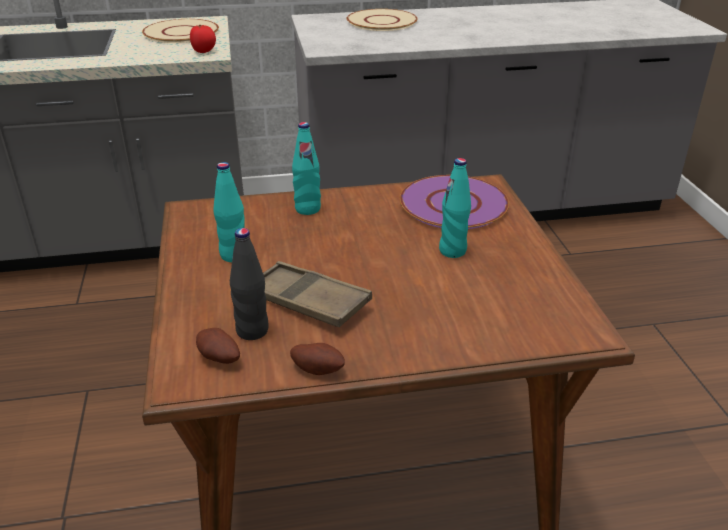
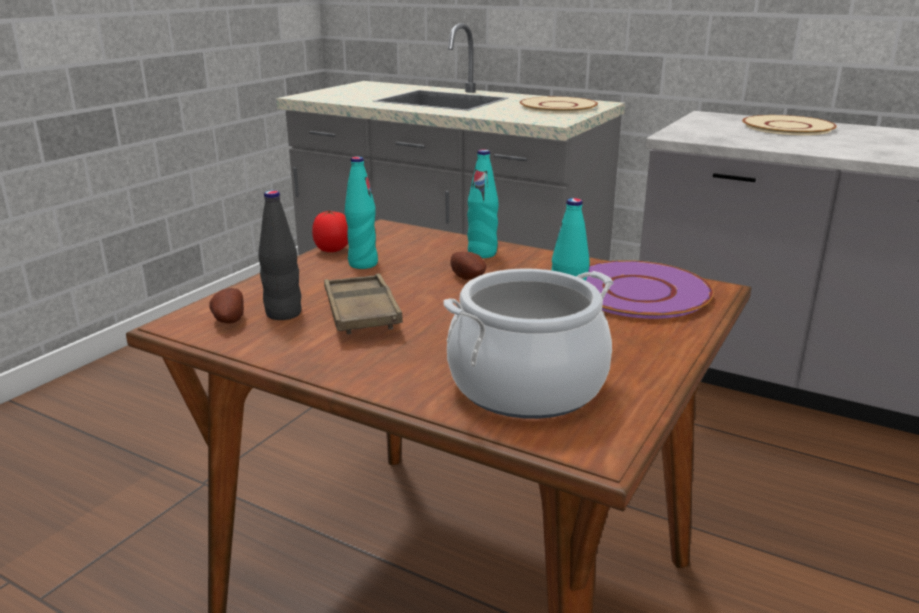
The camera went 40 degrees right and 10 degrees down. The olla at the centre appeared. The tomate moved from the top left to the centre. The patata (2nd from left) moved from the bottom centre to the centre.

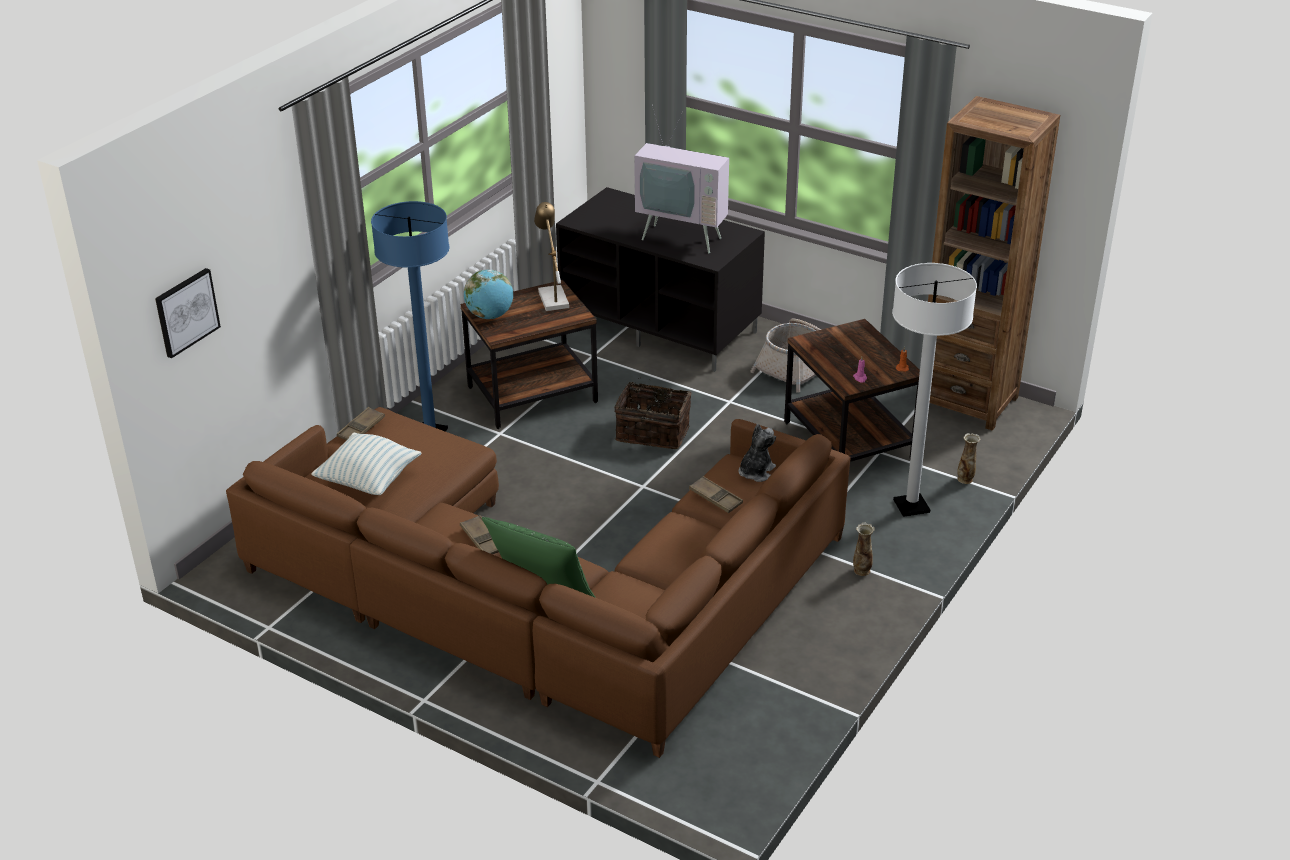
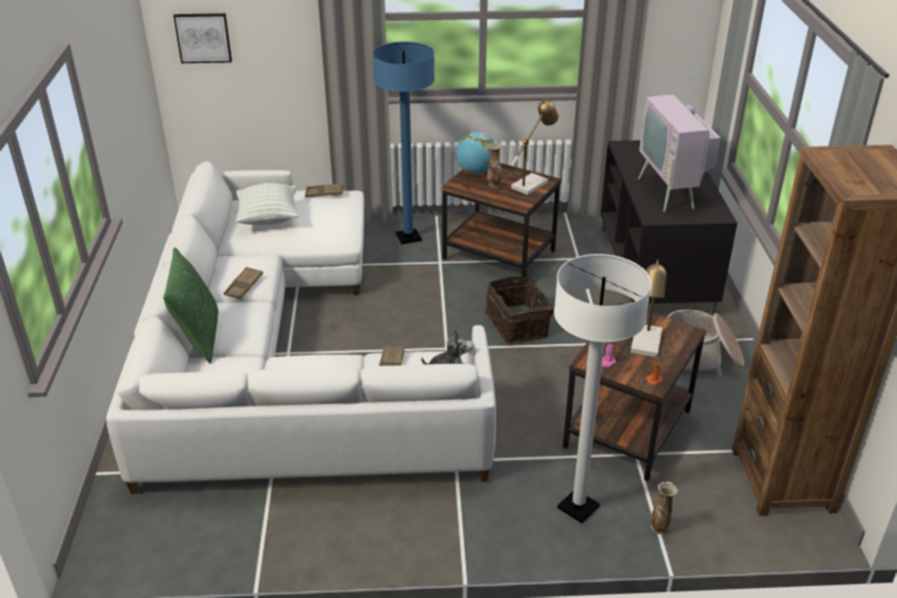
The camera went 55 degrees right and 0 degrees up. The lámpara de mesa (2nd from left) at the middle right appeared. The florero (1st from left) moved from the middle right to the top centre. The sofá/marrón at the bottom centre became the sofá/blanco at the centre.

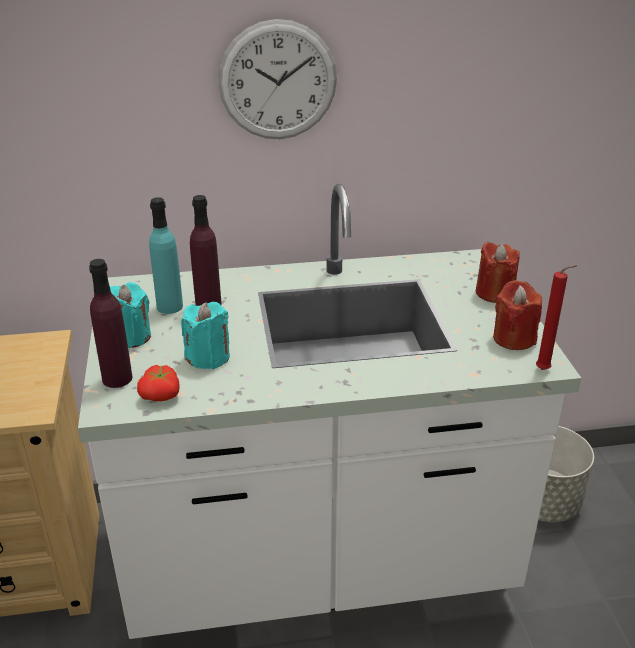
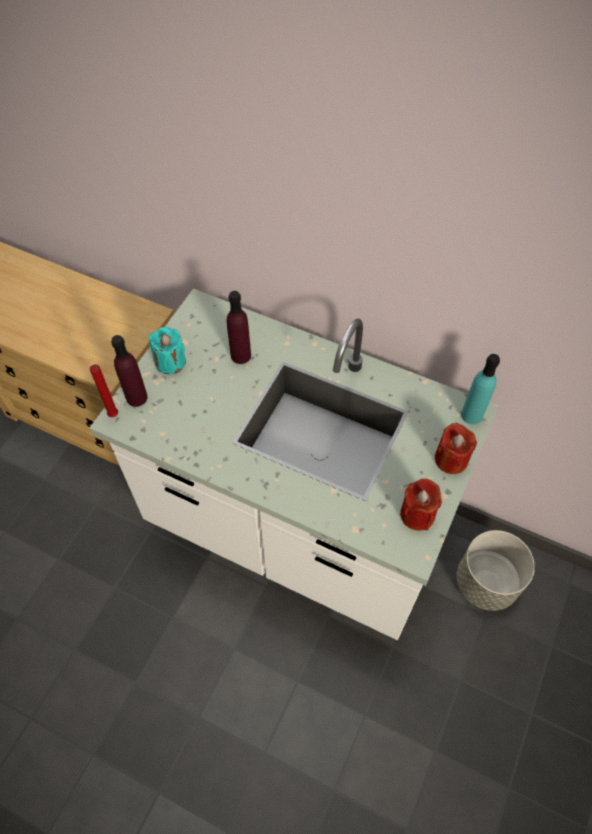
The camera went 35 degrees right and 25 degrees up. The tomate at the middle left disappeared. The vela/turquesa (2nd from left) at the middle left disappeared. The reloj de pared at the top centre disappeared. The botella/turquesa moved from the middle left to the middle right. The vela/rojo (3rd from left in the first image) moved from the middle right to the middle left.

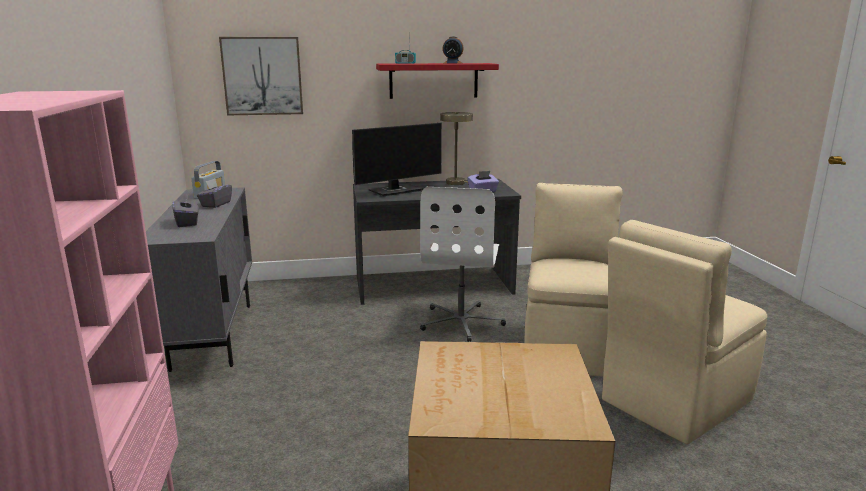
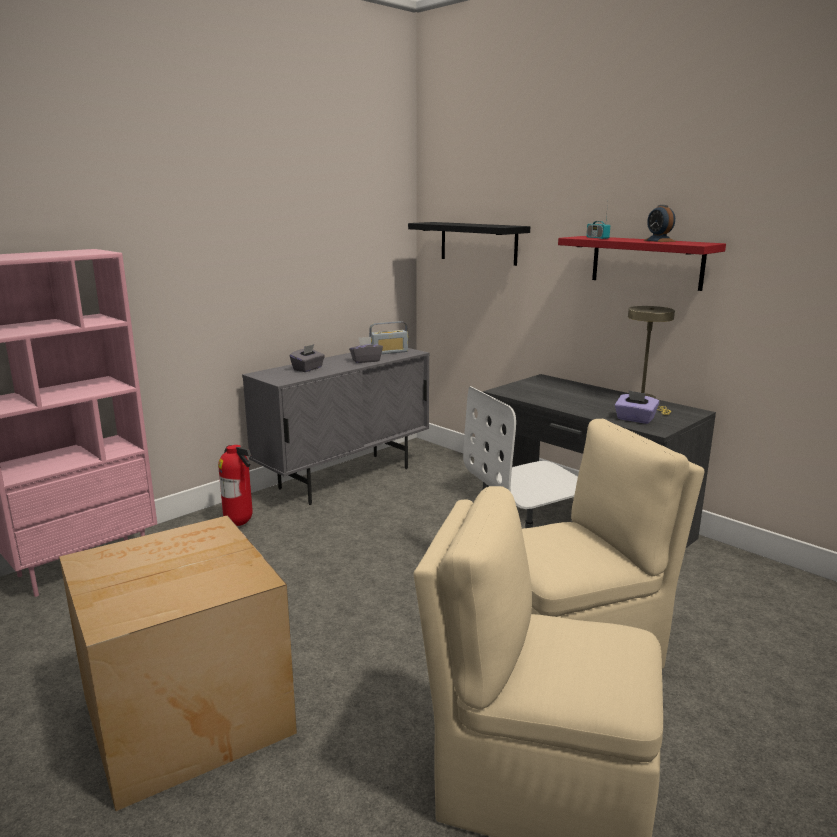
The camera went 55 degrees right and 0 degrees up. The monitor at the top centre disappeared. The extintor at the middle left appeared. The cuadro at the top left was replaced by the estante/negro at the top centre.

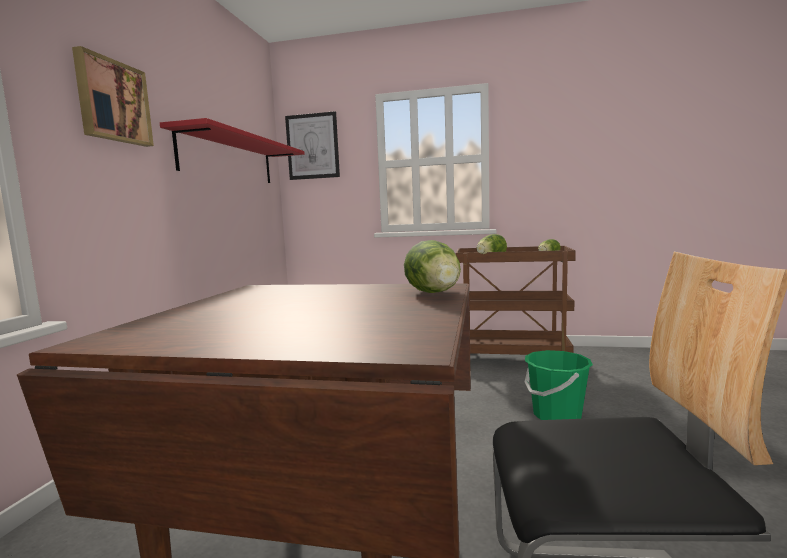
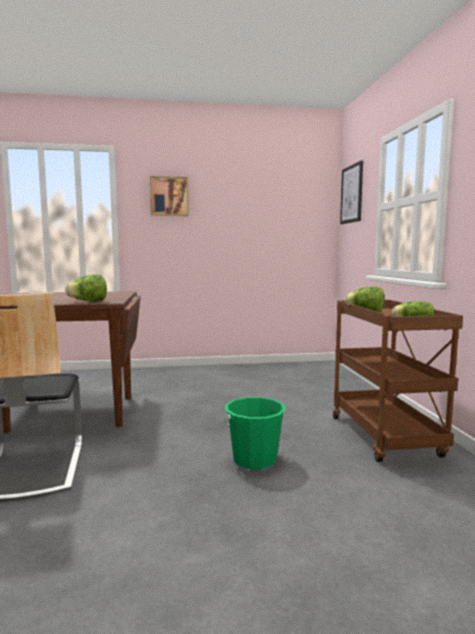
The camera went 70 degrees right and 0 degrees up. The estante/rojo at the top left disappeared.

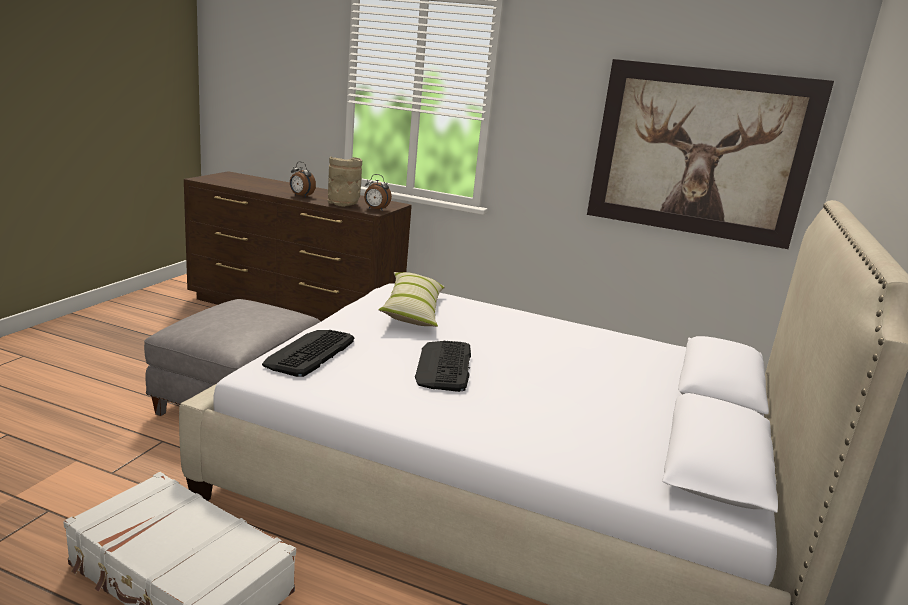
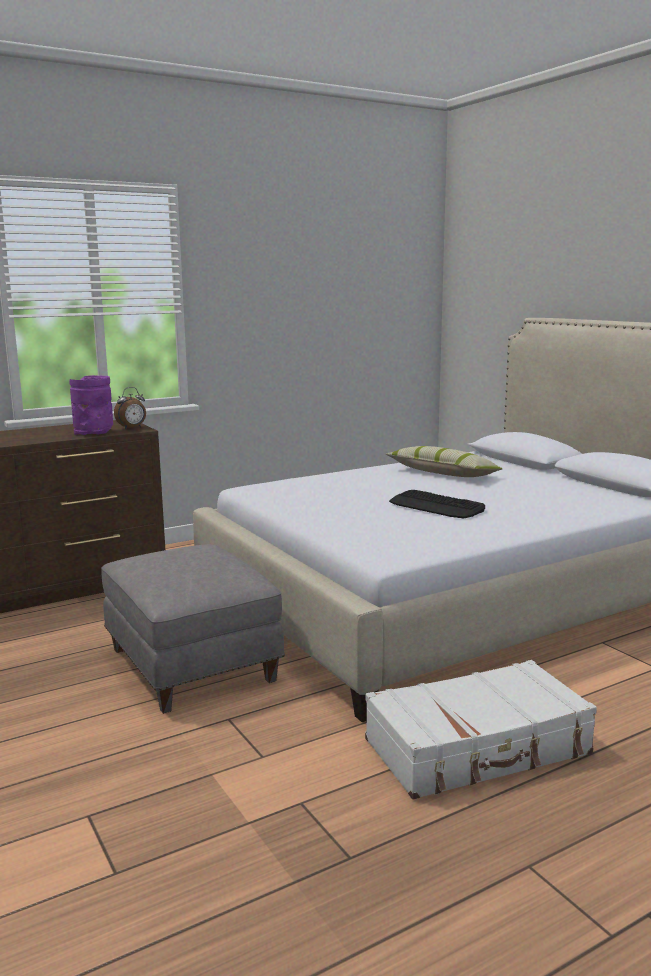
The camera went 50 degrees left and 5 degrees down. The teclado (1st from left) at the centre disappeared. The despertador (1st from left) at the top centre disappeared. The cuadro at the top right disappeared. The cojín moved from the centre to the middle right. The florero/beis at the top centre became the florero/morado at the middle left.

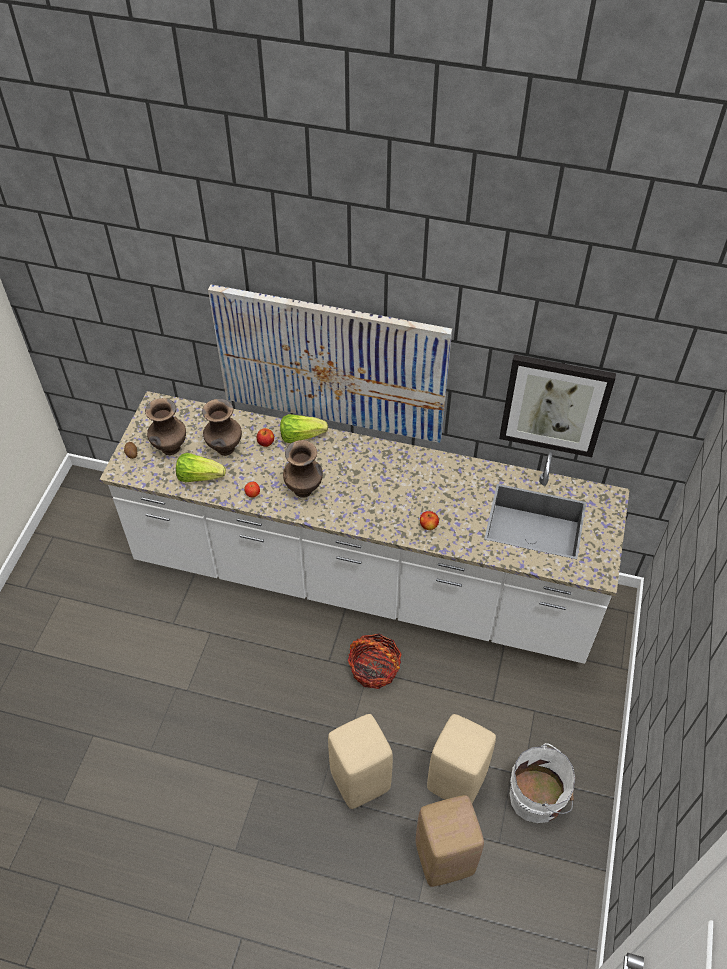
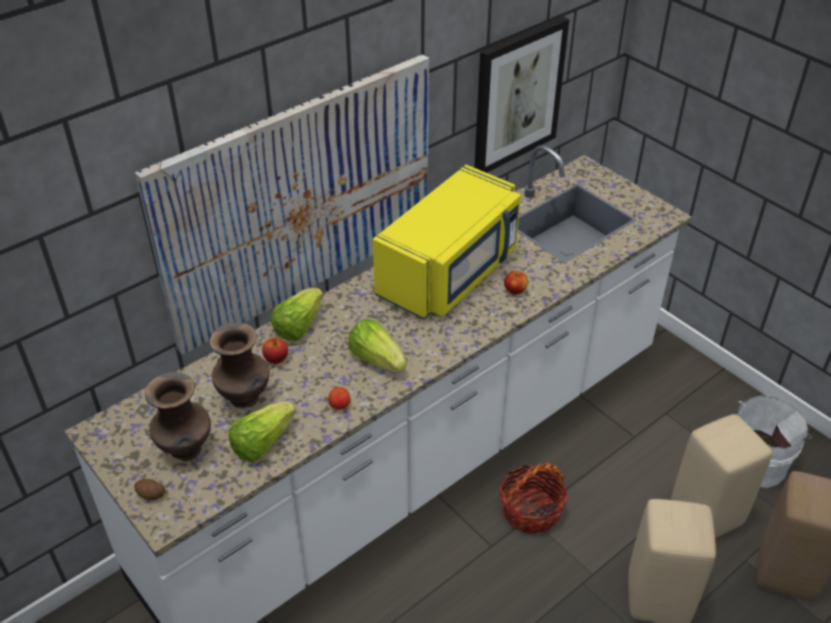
The camera went 55 degrees left and 10 degrees down. The microondas/amarillo at the centre appeared. The florero/marrón (3rd from left) at the centre was replaced by the lechuga (3rd from left) at the centre.

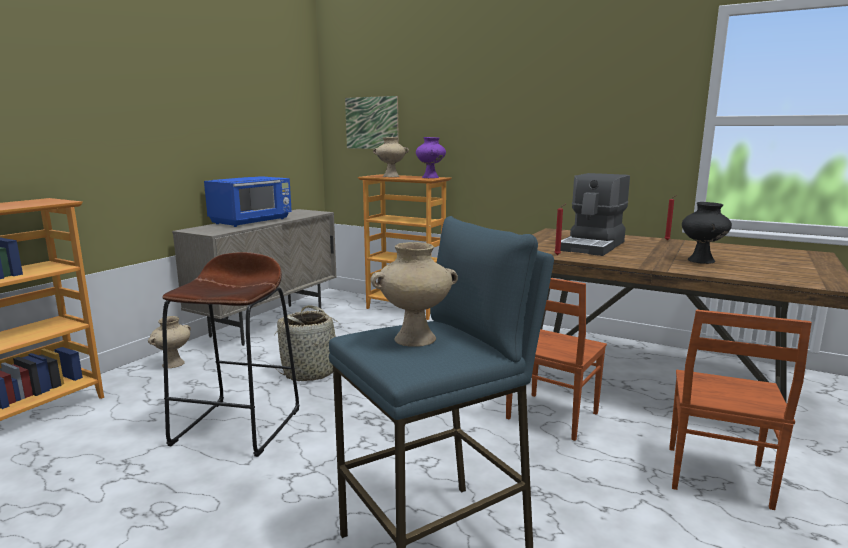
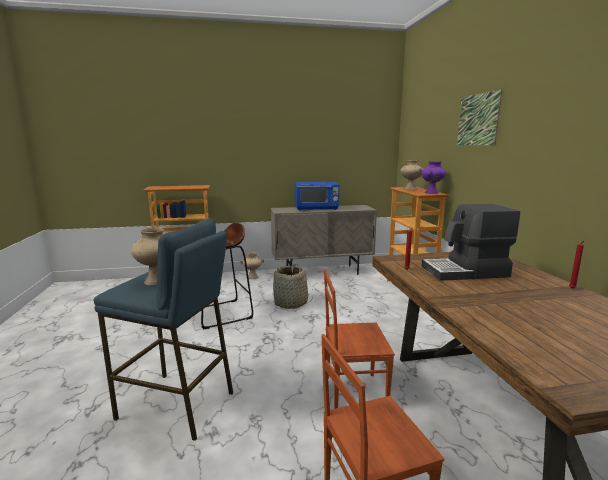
The camera went 50 degrees right and 0 degrees up. The florero/negro at the middle right disappeared. The cuadro moved from the top centre to the top right.

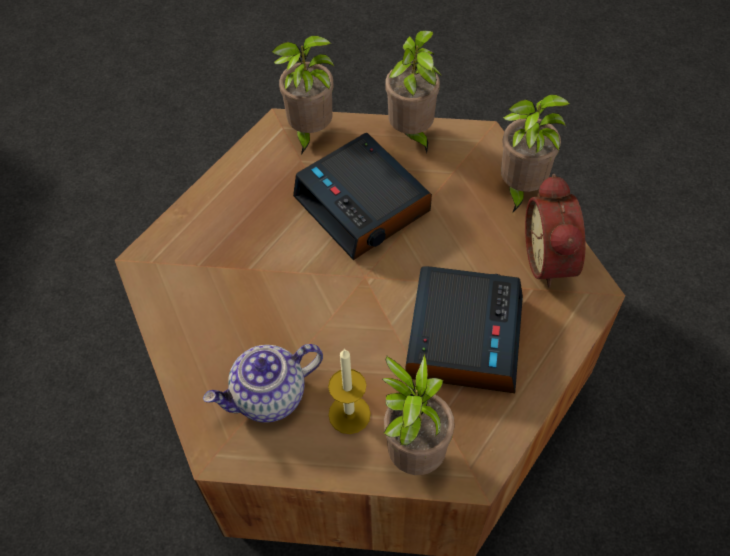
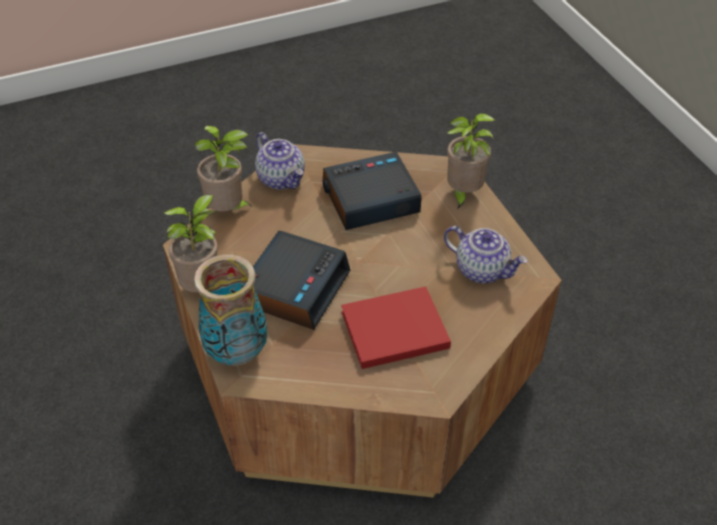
The camera went 120 degrees left and 10 degrees down. The vela at the bottom centre disappeared. The libro/rojo at the centre appeared. The planta en maceta (1st from left) at the top centre was replaced by the florero at the middle left. The despertador (3rd from left) at the middle right was replaced by the tetera (1st from left) at the top centre.

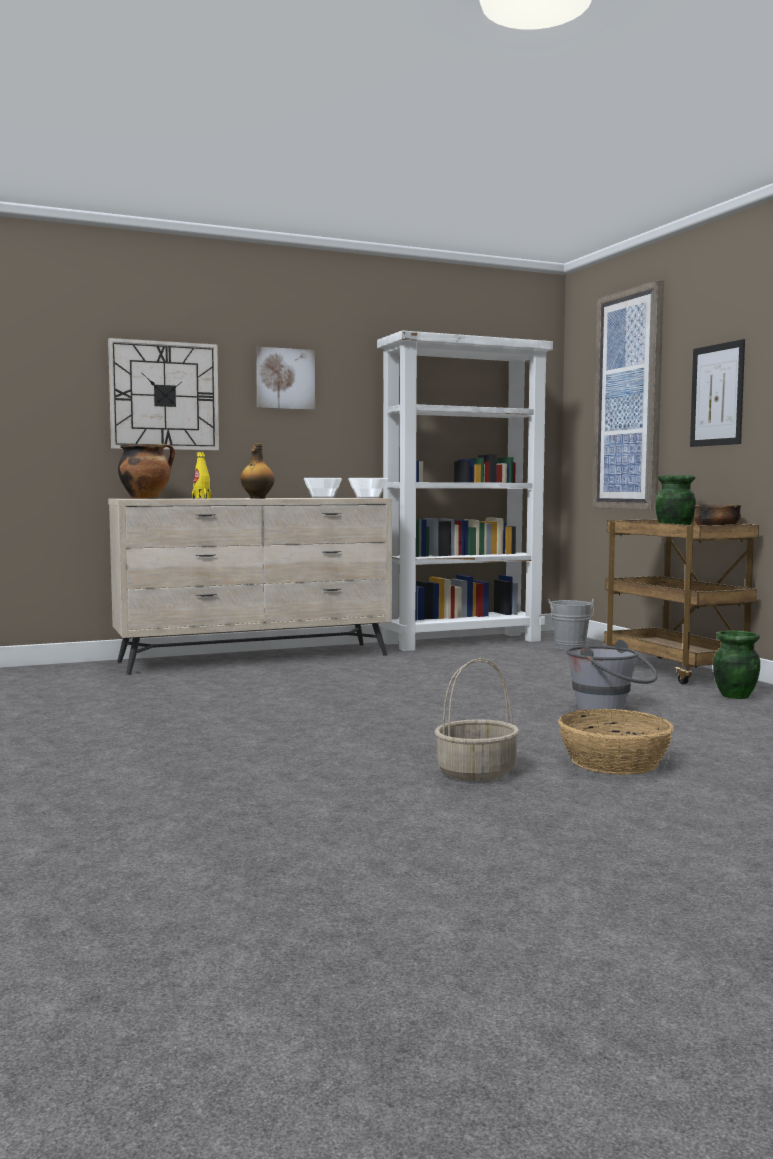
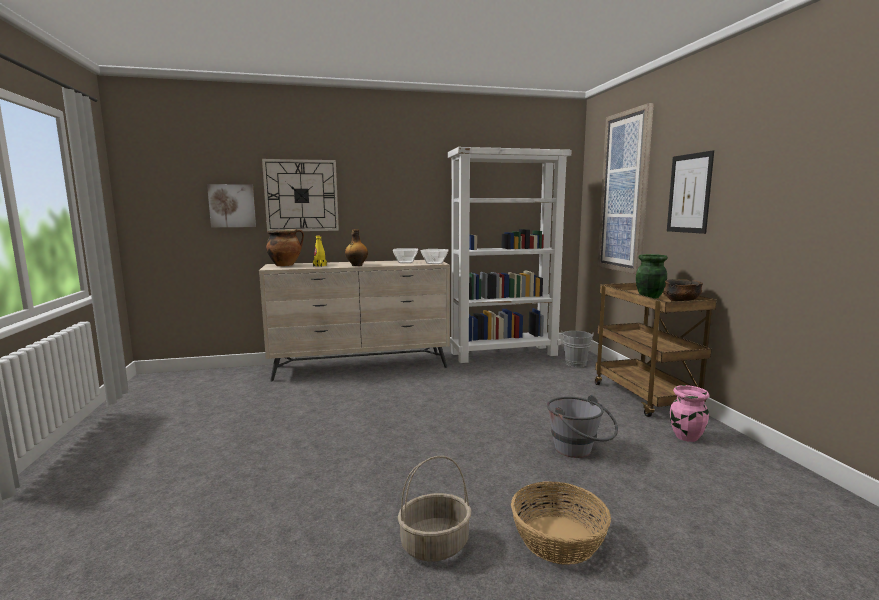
The camera went 10 degrees right and 5 degrees up. The cuadro (1st from left) moved from the top centre to the middle left. The florero/verde (2nd from left) at the middle right became the florero/rosa at the bottom right.

